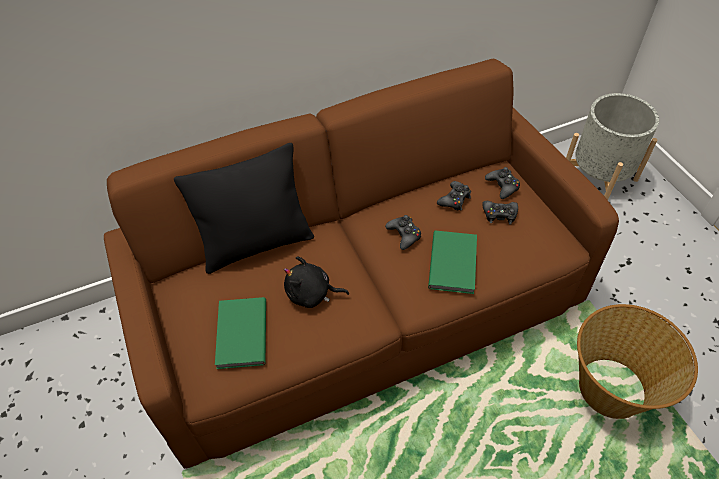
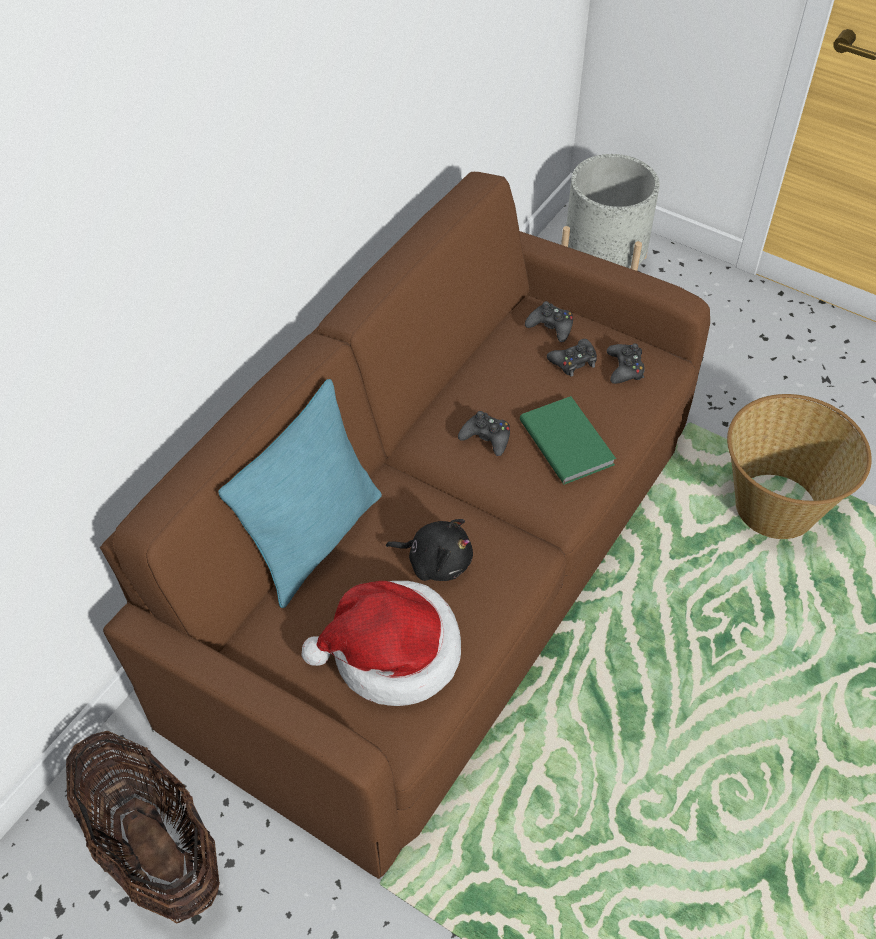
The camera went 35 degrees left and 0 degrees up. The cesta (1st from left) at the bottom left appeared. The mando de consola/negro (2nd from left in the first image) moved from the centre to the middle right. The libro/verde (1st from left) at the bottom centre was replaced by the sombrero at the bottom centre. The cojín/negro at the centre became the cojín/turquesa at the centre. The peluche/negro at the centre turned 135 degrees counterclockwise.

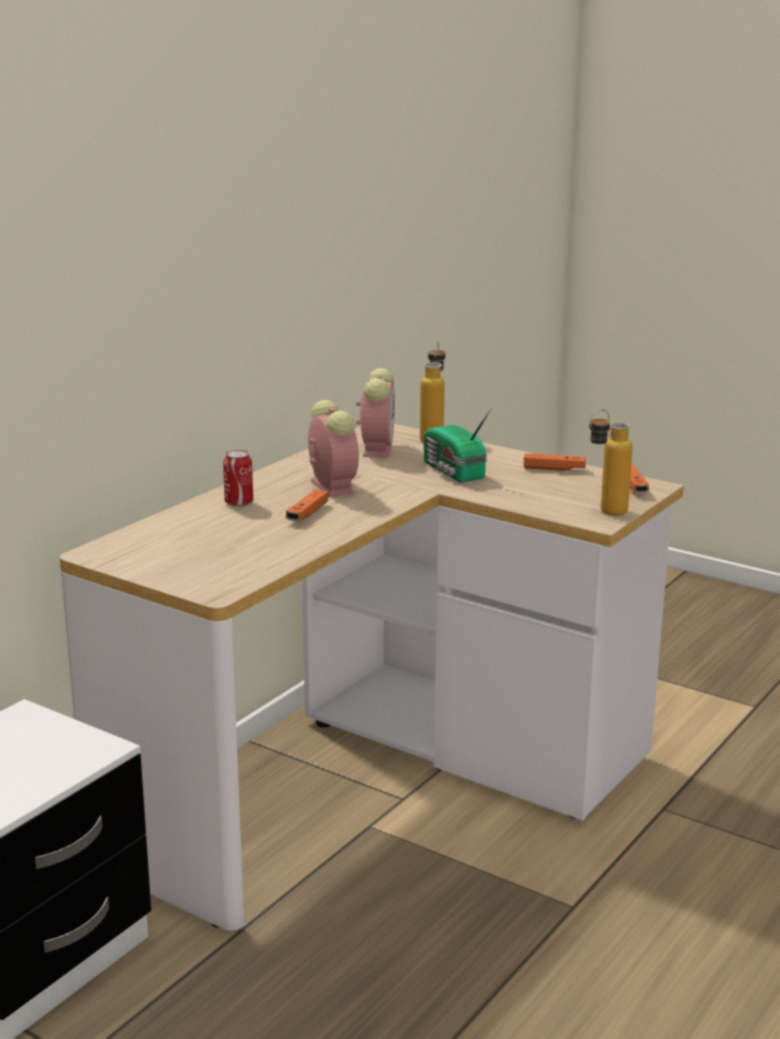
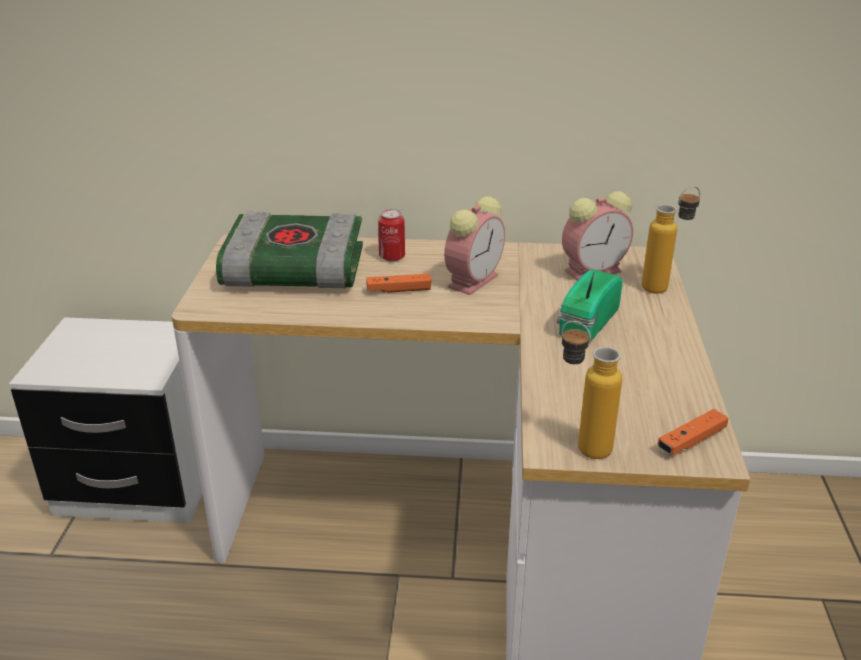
The camera went 60 degrees right and 10 degrees up. The mando de consola/naranja (2nd from left) at the middle right disappeared. The libro at the centre appeared.

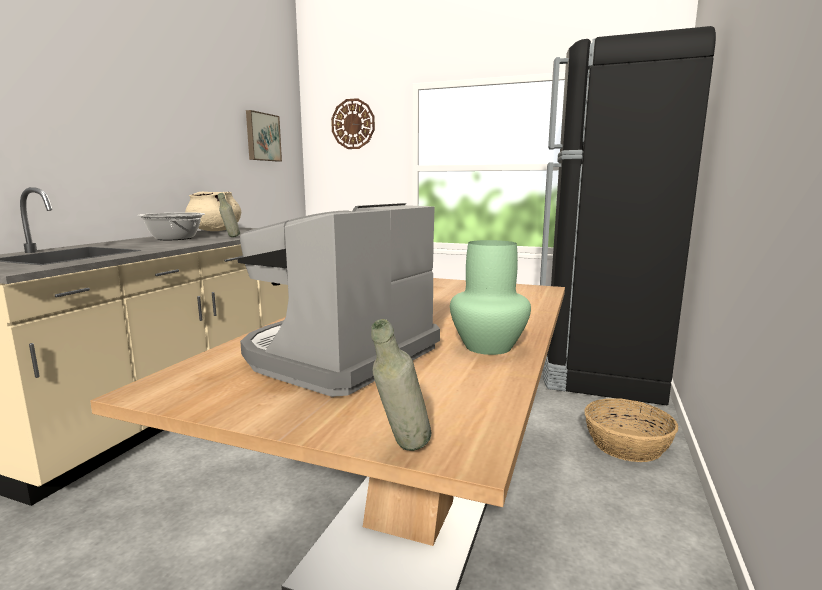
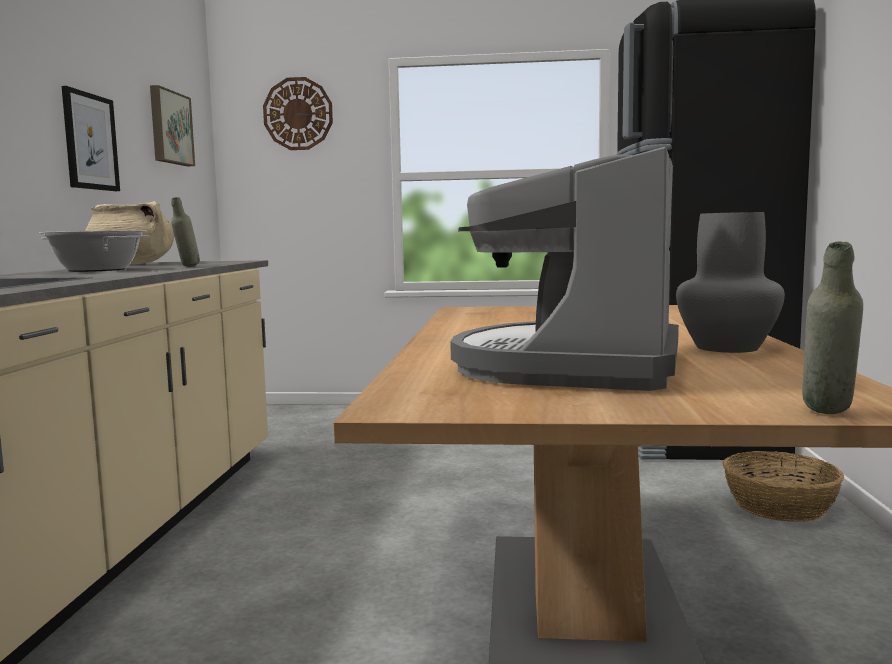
The camera went 15 degrees left and 5 degrees down. The cuadro (1st from left) at the top left appeared. The florero/verde at the centre became the florero/gris at the middle right.

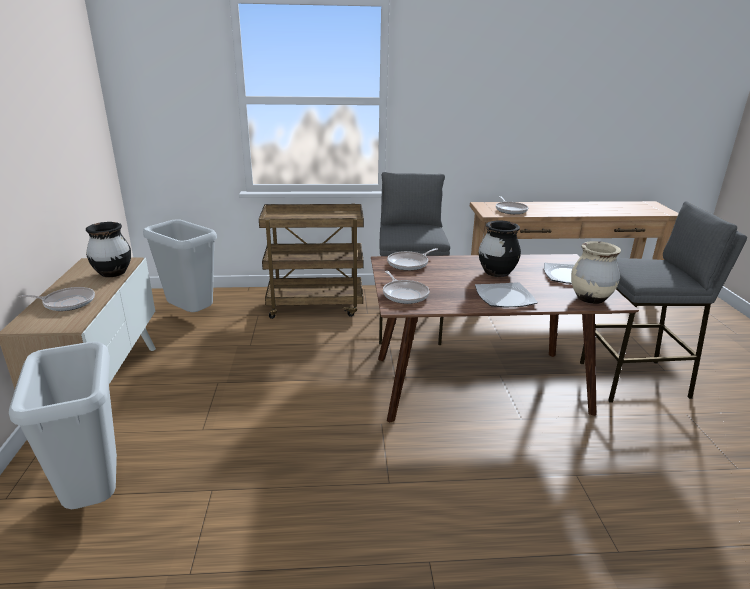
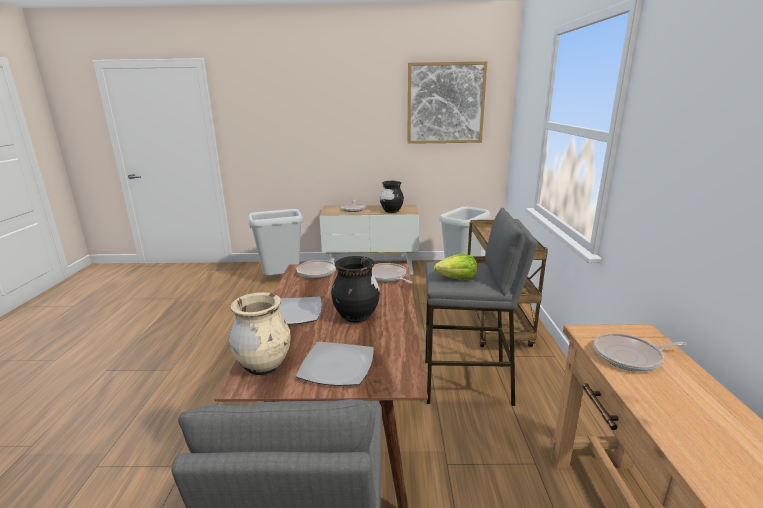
The camera went 95 degrees right and 5 degrees down. The cuadro at the top centre appeared. The lechuga at the centre appeared.

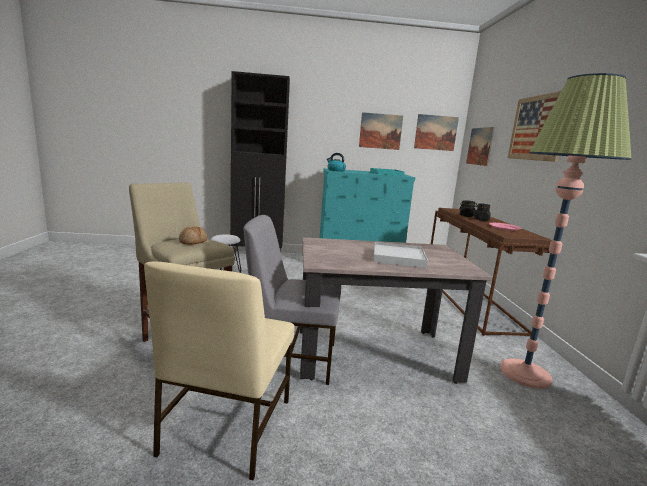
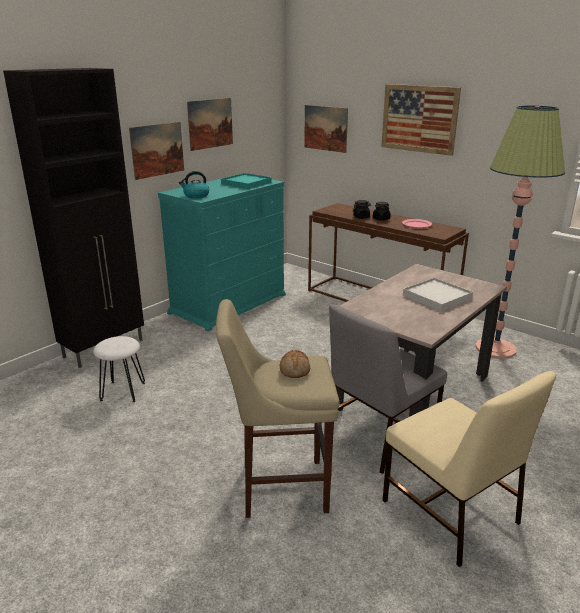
The camera went 45 degrees left and 10 degrees up. The cuadro (2nd from left in the first image) moved from the top right to the top left.

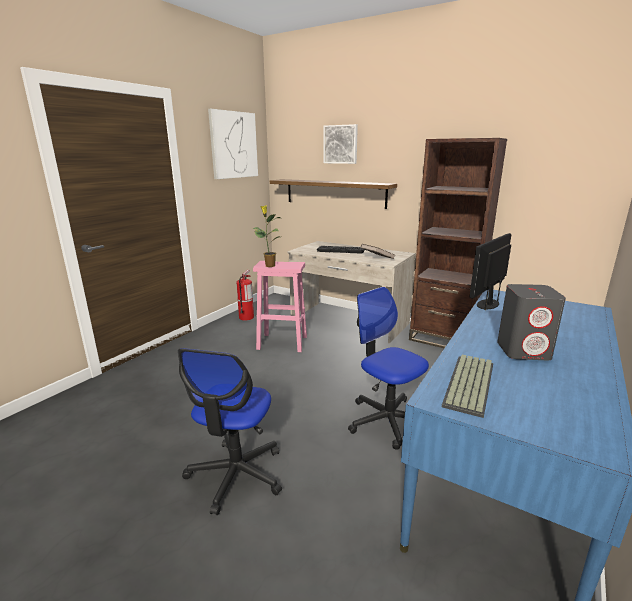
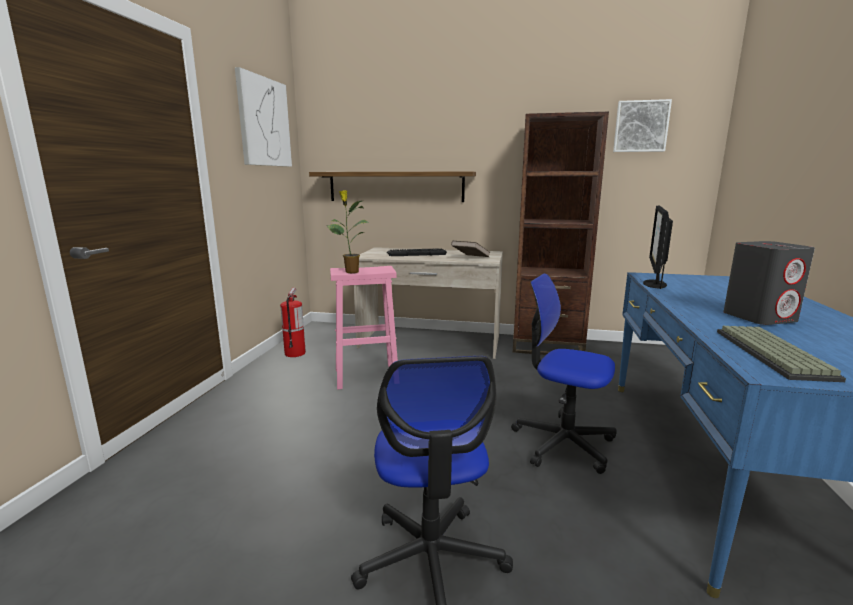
The camera went 20 degrees left and 5 degrees down. The cuadro (2nd from left) moved from the top centre to the top right.

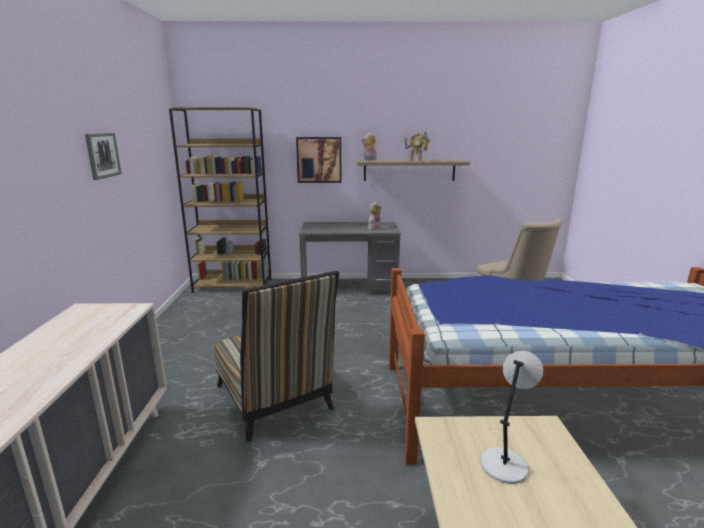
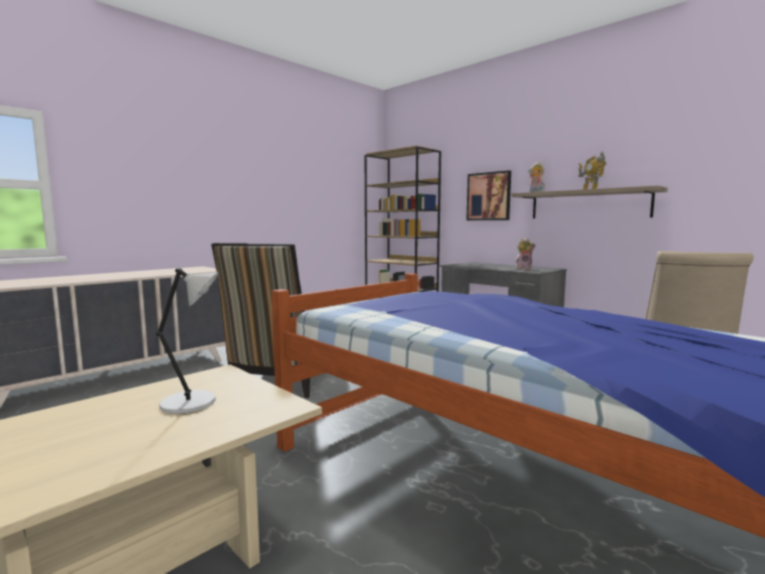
The camera went 45 degrees right and 10 degrees down. The cuadro (1st from left) at the top left disappeared.

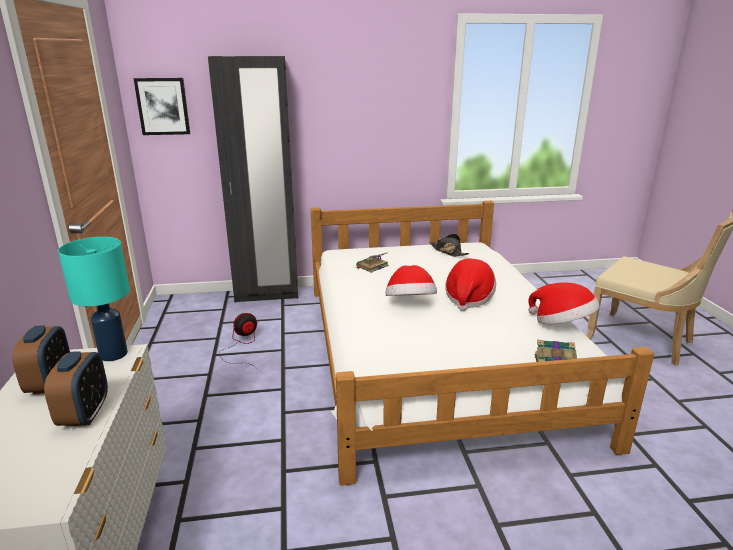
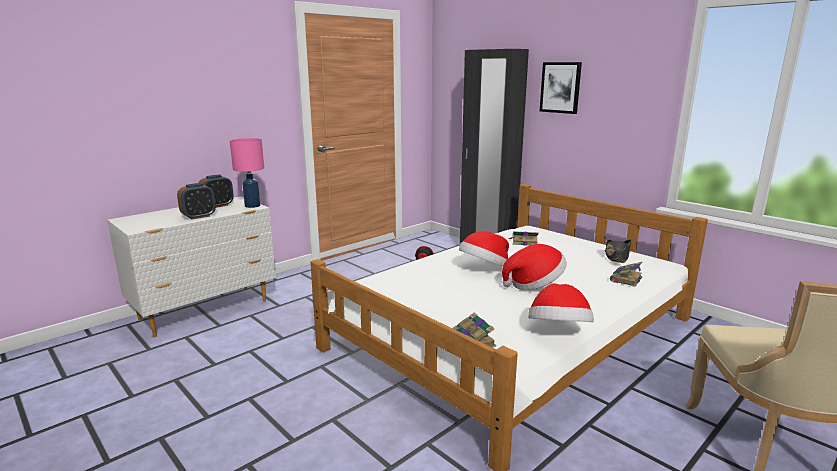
The camera went 55 degrees right and 5 degrees down. The libro (3rd from left) at the middle right appeared. The cuadro moved from the top left to the top right. The lámpara de mesa/turquesa at the middle left became the lámpara de mesa/rosa at the middle left.

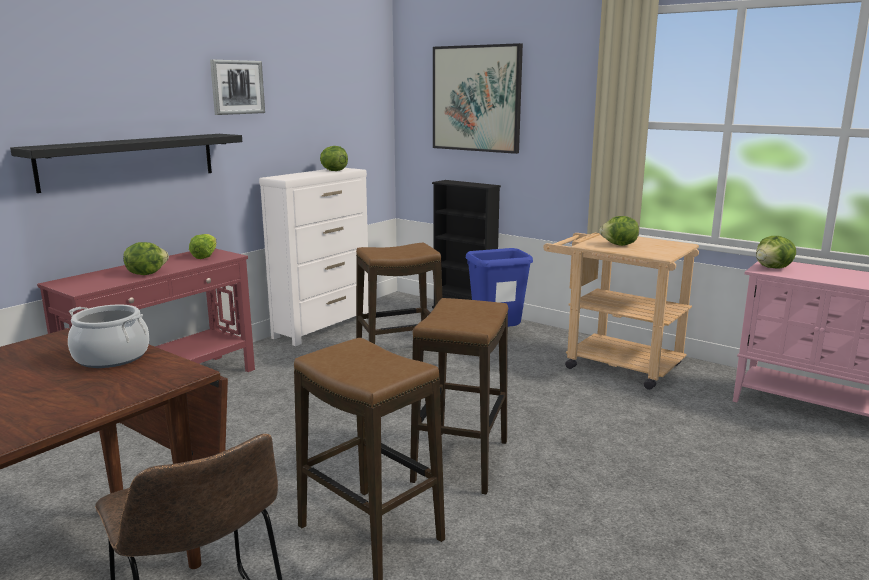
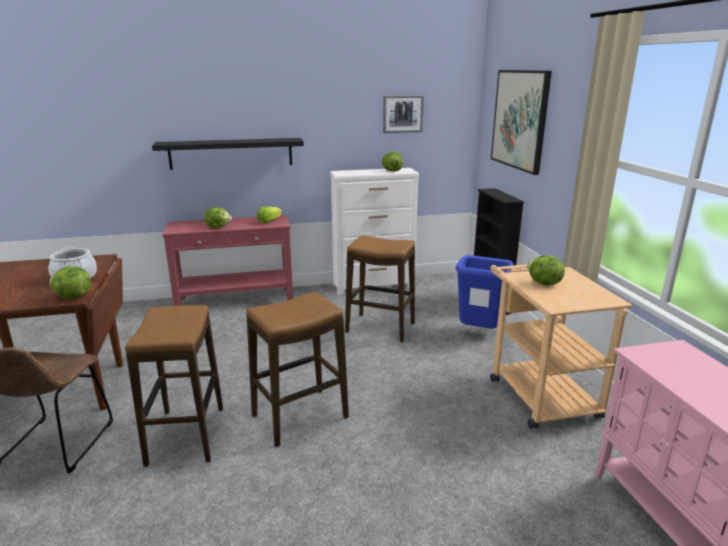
The camera went 40 degrees right and 5 degrees up. The cuadro (1st from left) moved from the top left to the top centre. The lechuga (5th from left in the first image) moved from the middle right to the middle left.

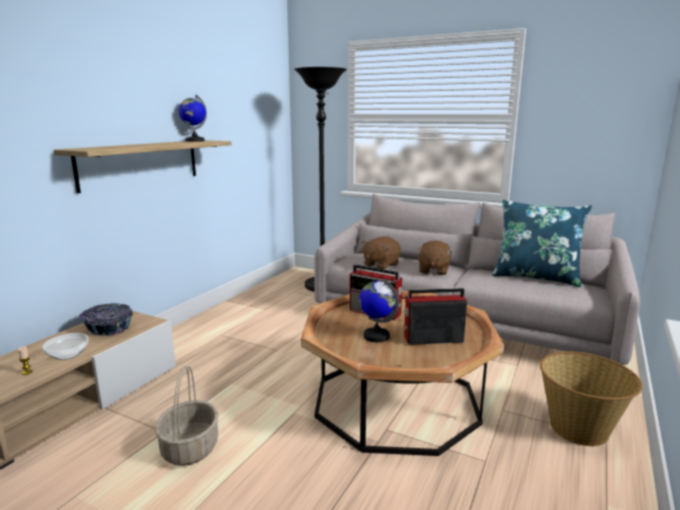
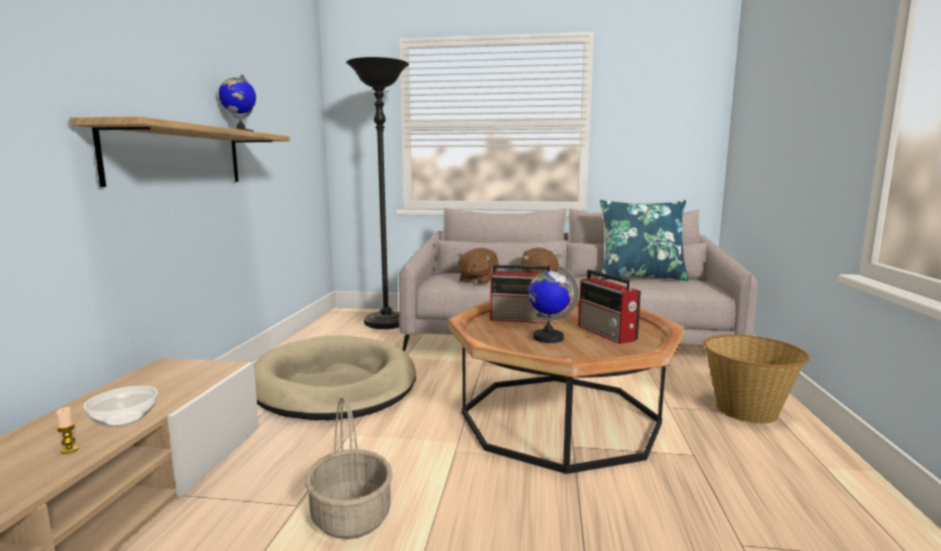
The camera went 20 degrees left and 5 degrees down. The cuenco (2nd from left) at the middle left disappeared. The cama para perro/beis at the bottom centre appeared. The radio (2nd from left) at the centre turned 90 degrees counterclockwise.

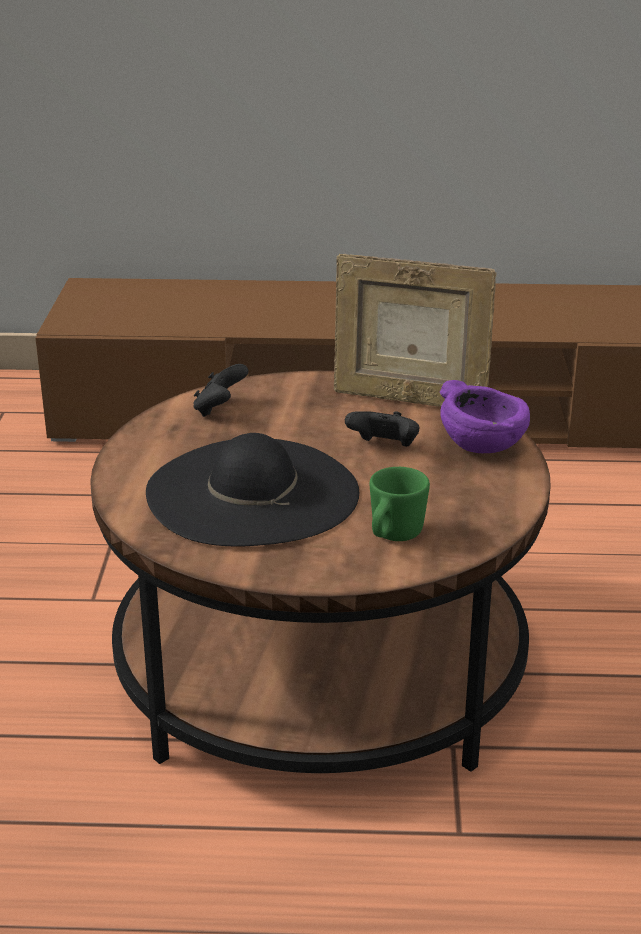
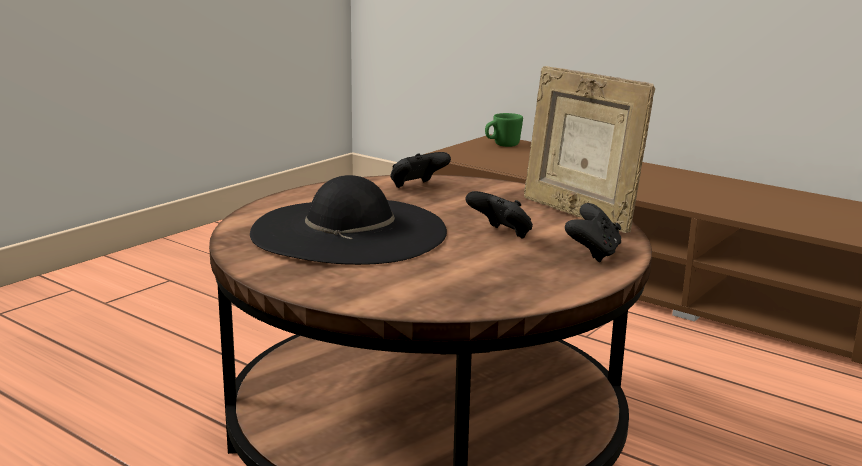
The camera went 35 degrees right and 10 degrees down. The taza grande/verde moved from the centre to the top centre. The cuenco/morado at the middle right was replaced by the mando de consola/negro (3rd from left) at the middle right.

